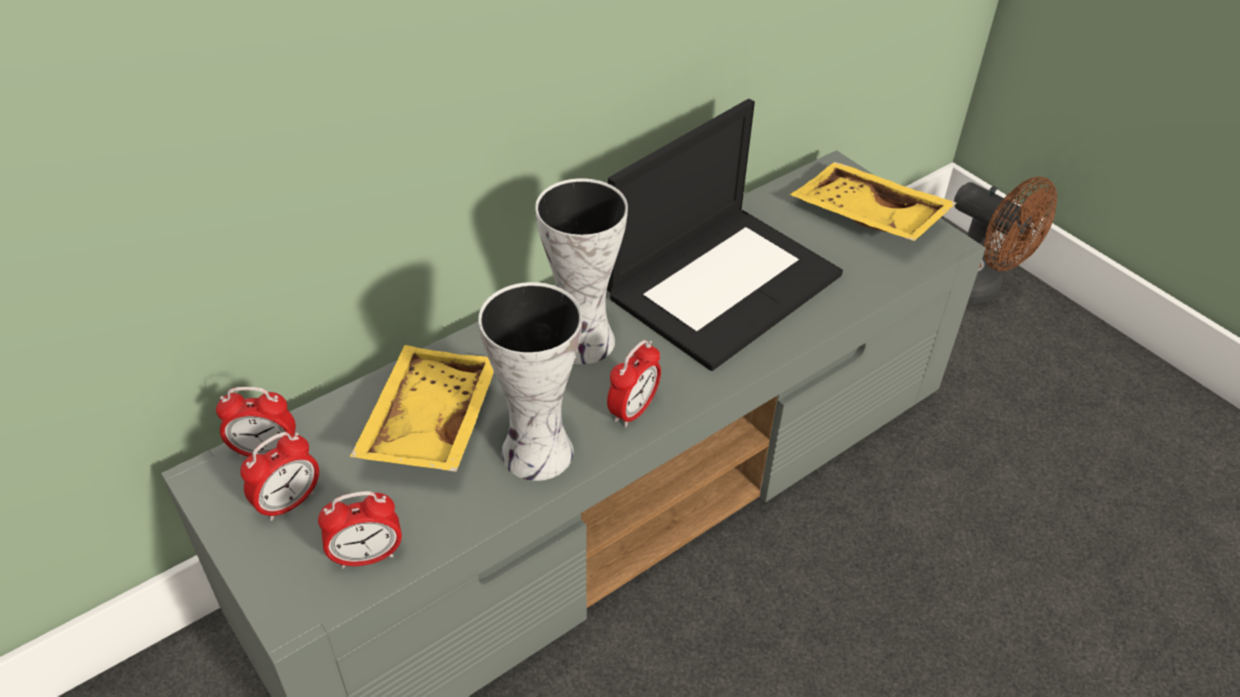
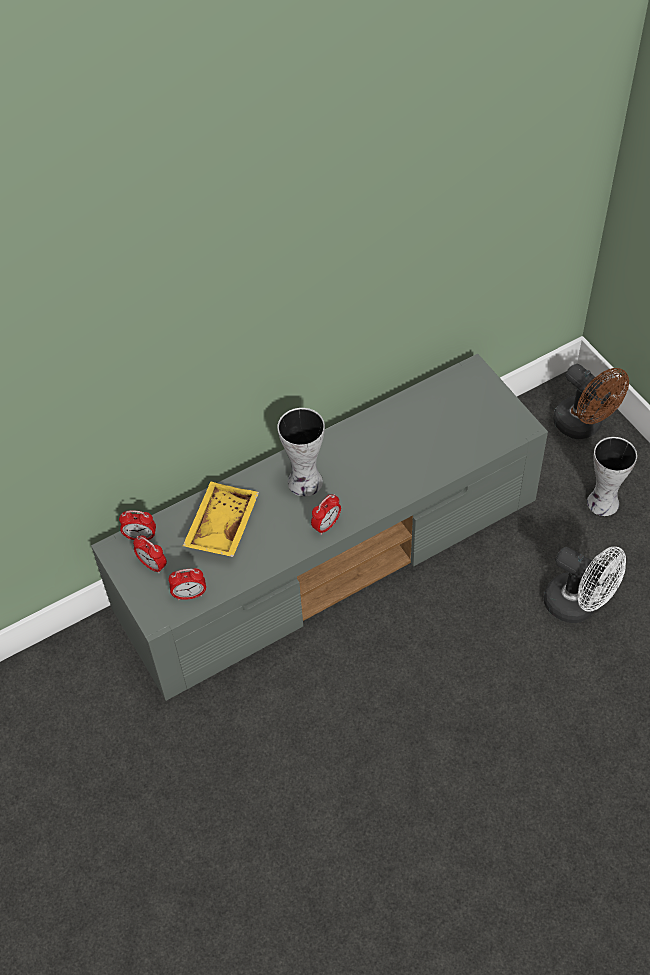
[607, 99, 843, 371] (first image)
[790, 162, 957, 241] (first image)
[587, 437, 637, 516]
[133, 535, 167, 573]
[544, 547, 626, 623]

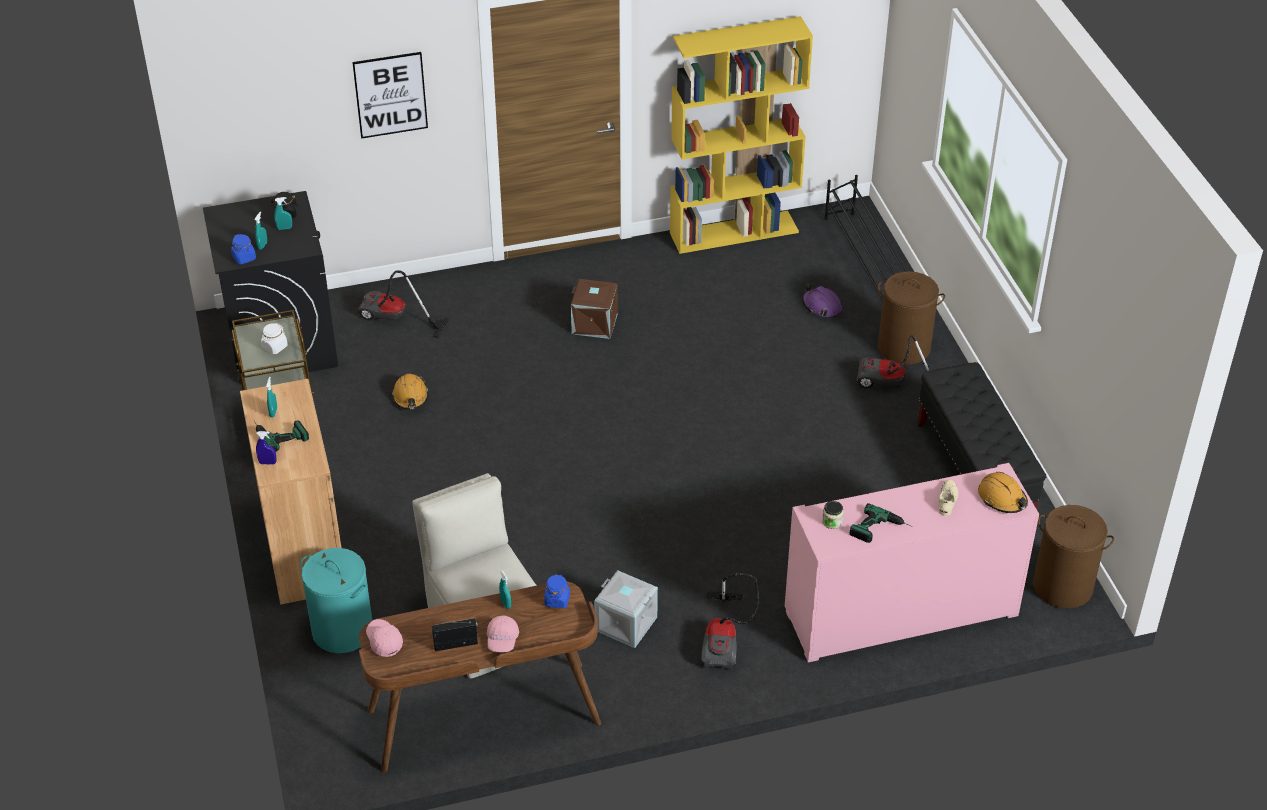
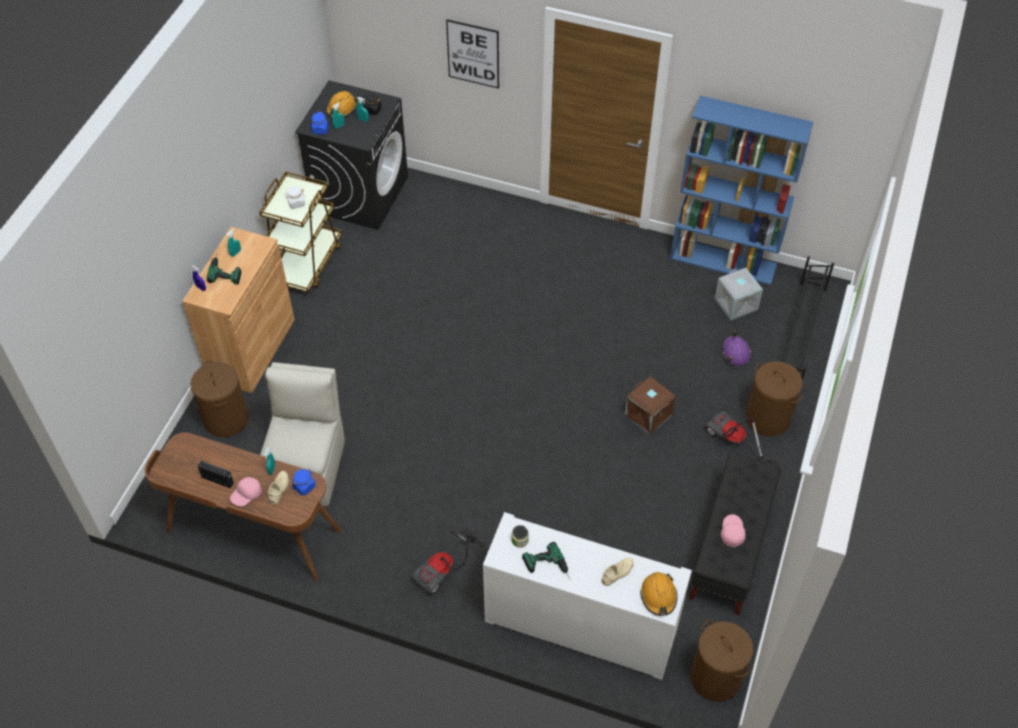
[670, 96, 813, 285]
[358, 270, 449, 338] (first image)
[625, 376, 676, 435]
[326, 91, 357, 117]
[483, 512, 692, 680]
[190, 360, 249, 437]
[715, 268, 763, 320]
[721, 514, 746, 547]
[268, 471, 289, 505]

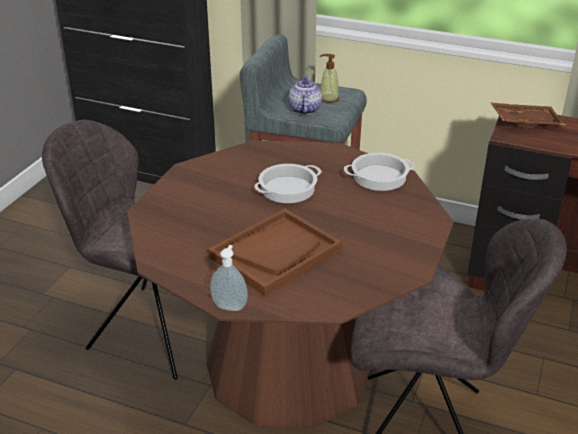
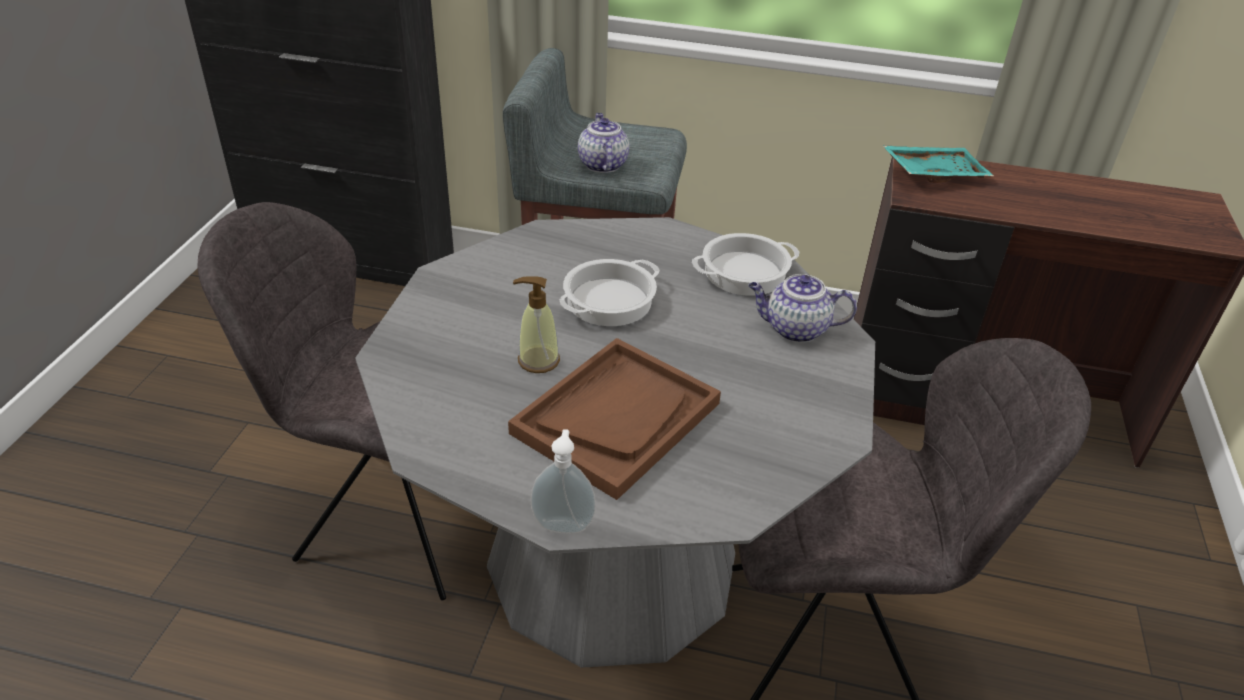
[513, 276, 560, 373]
[883, 145, 994, 183]
[355, 217, 875, 668]
[748, 274, 857, 343]

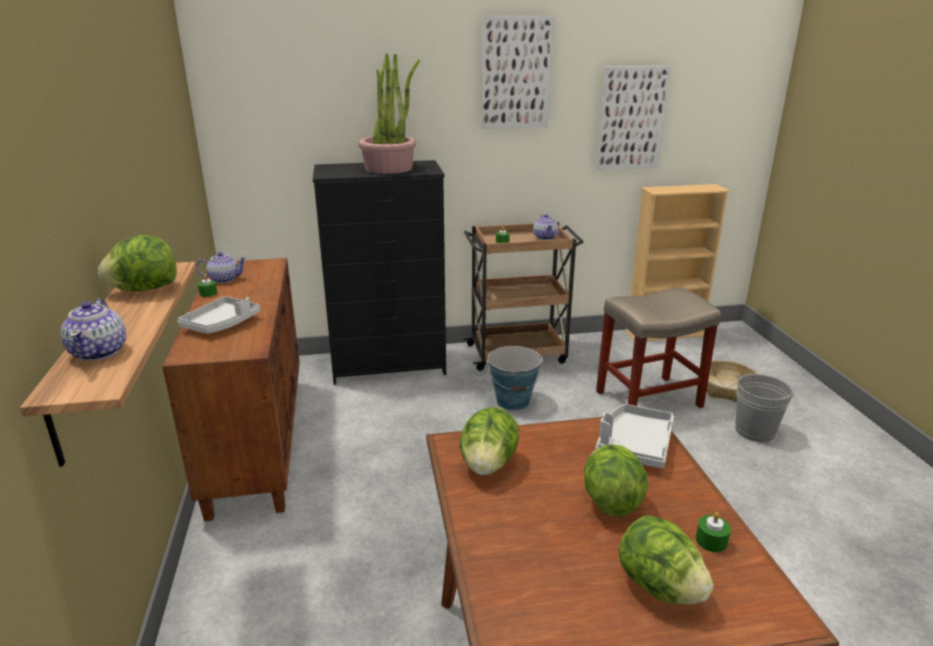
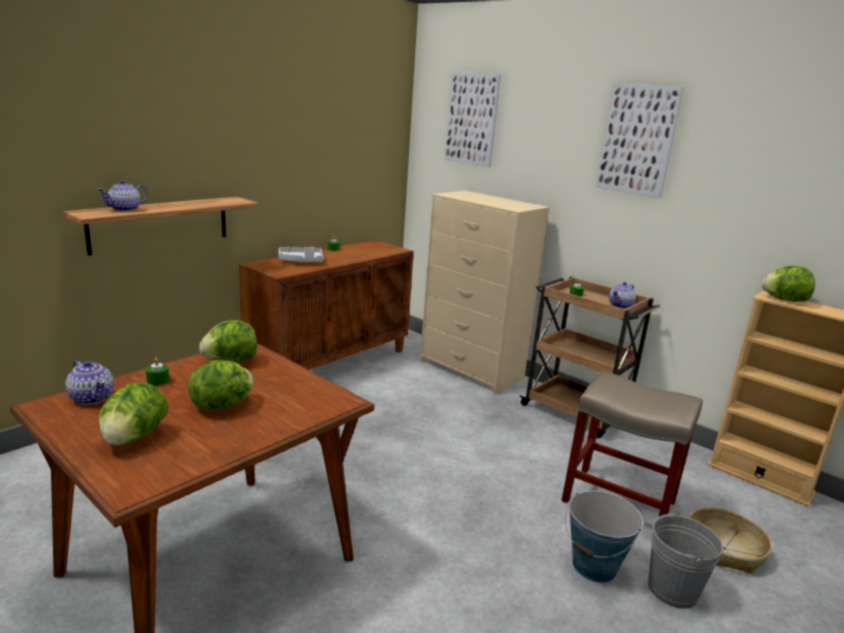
[358, 53, 420, 174] (first image)
[445, 72, 501, 167]
[420, 191, 550, 394]
[762, 266, 815, 302]
[66, 360, 114, 405]
[565, 491, 643, 583]
[595, 404, 674, 468] (first image)
[146, 358, 170, 386]

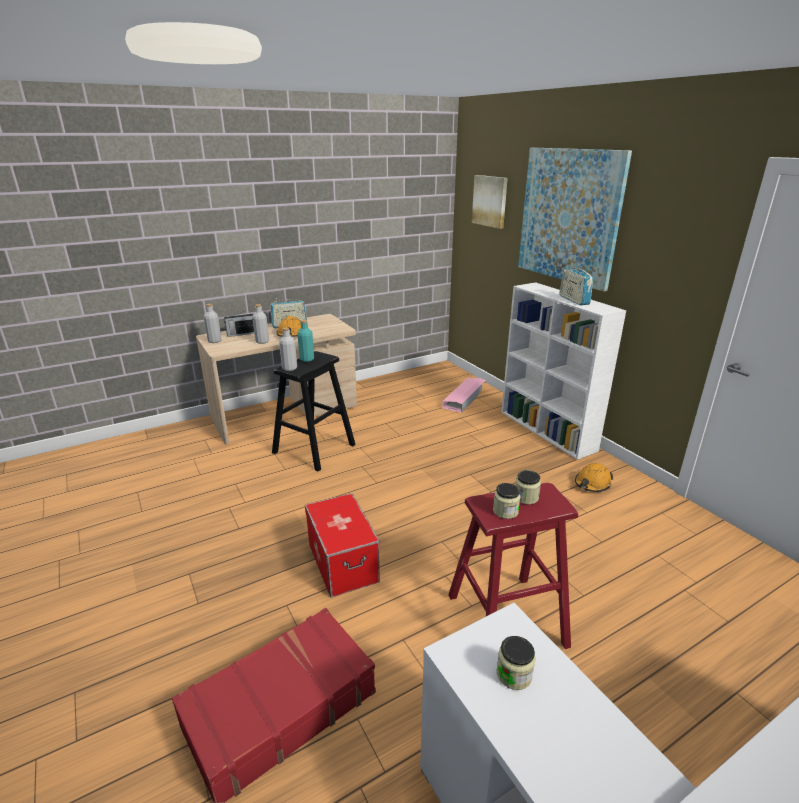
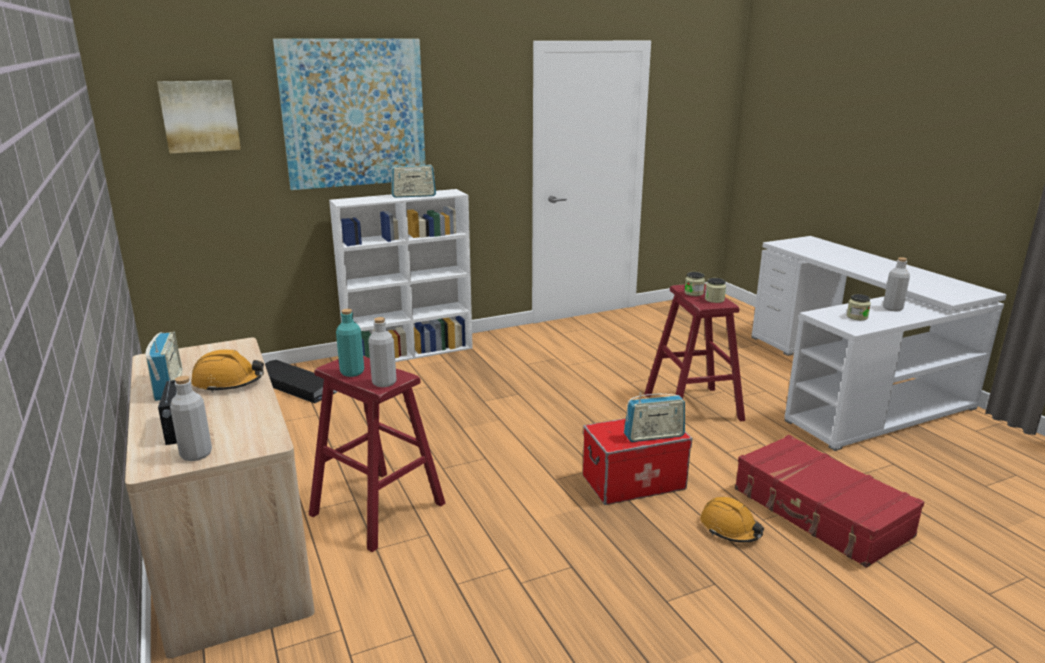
[883, 257, 910, 312]
[309, 356, 445, 552]
[265, 360, 338, 403]
[700, 497, 764, 543]
[624, 393, 685, 442]

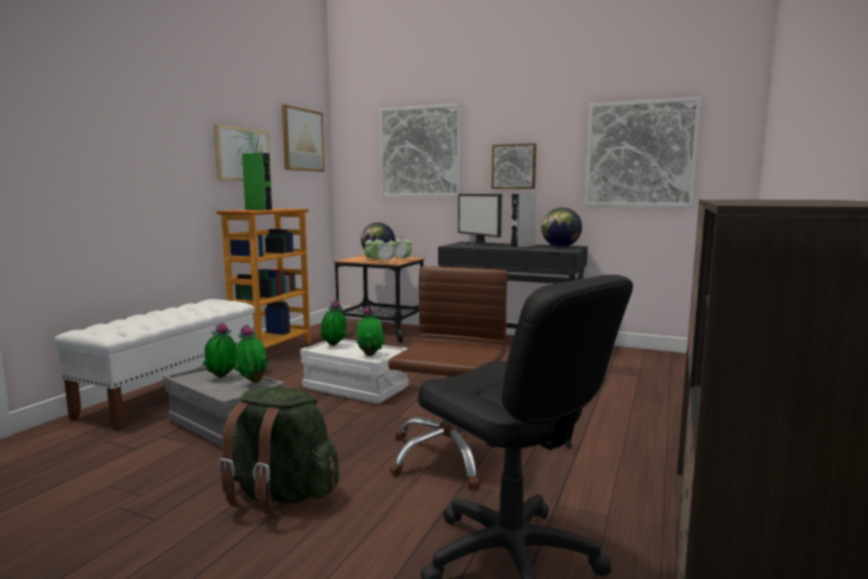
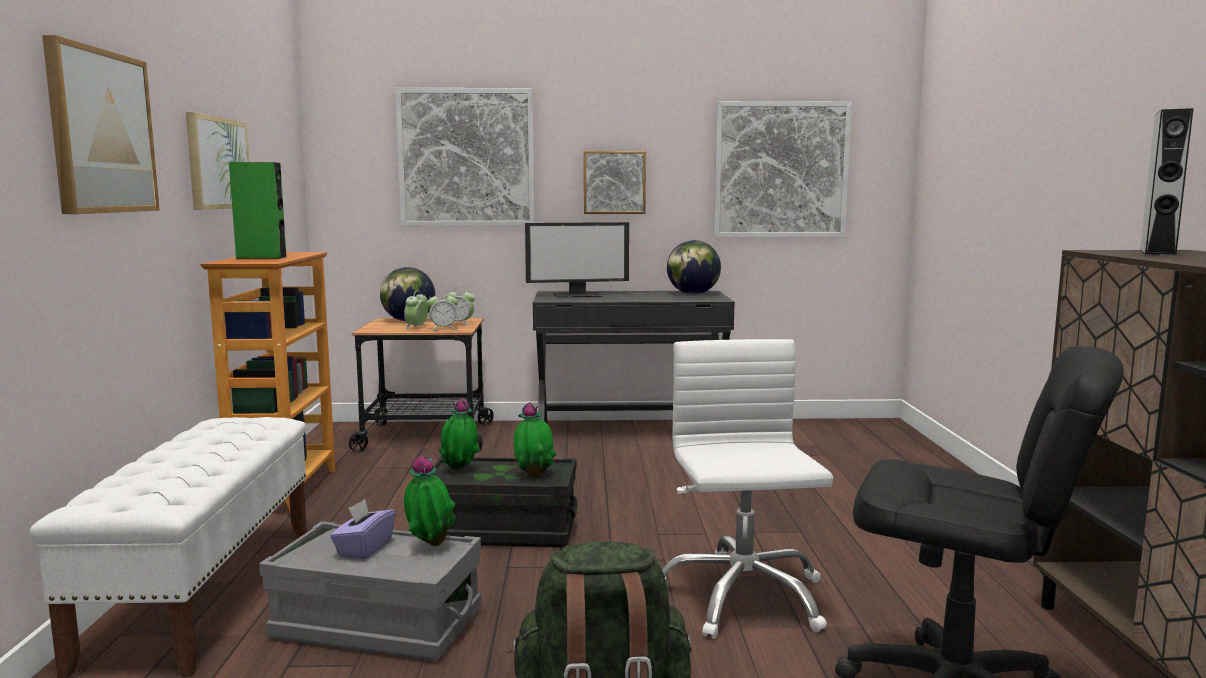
[42, 35, 160, 214]
[525, 222, 629, 298]
[1139, 108, 1194, 255]
[662, 339, 833, 639]
[330, 499, 395, 560]
[433, 456, 577, 547]

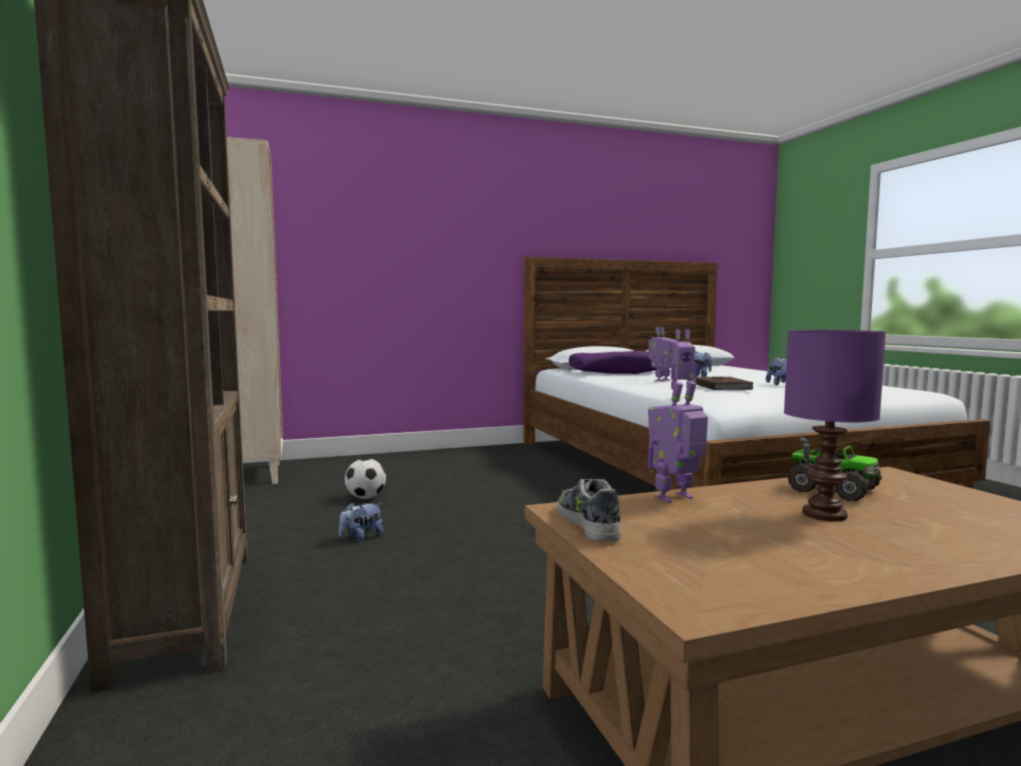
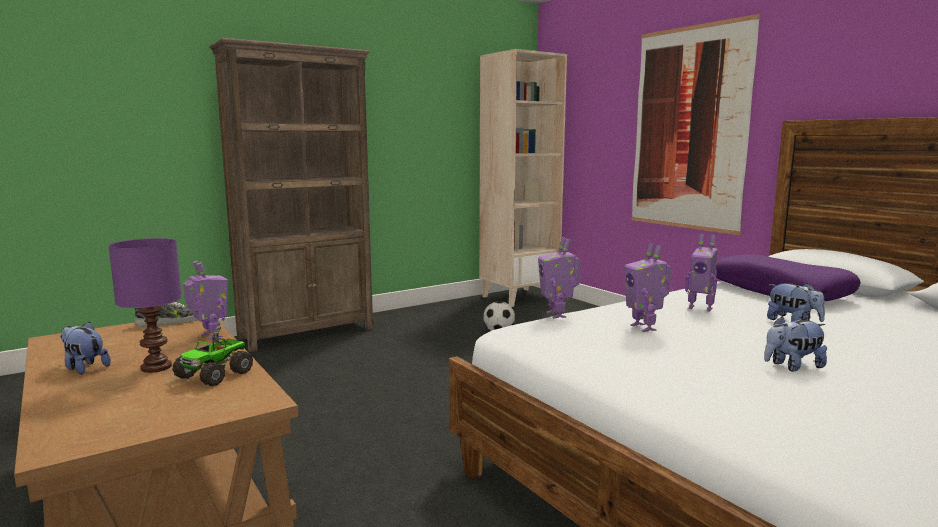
[624, 243, 671, 332]
[60, 322, 111, 374]
[632, 14, 760, 235]

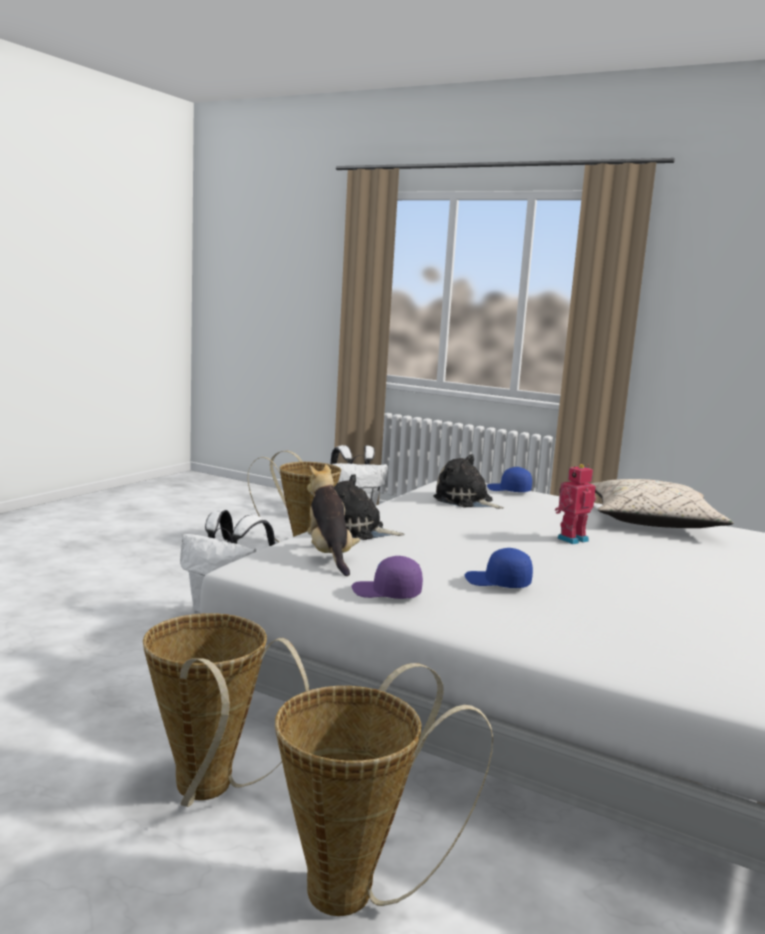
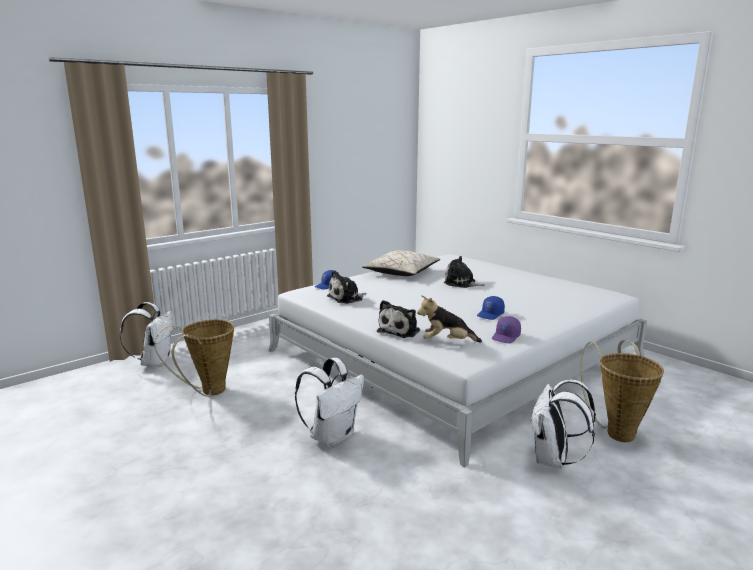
[555, 464, 596, 544] (first image)
[530, 380, 596, 468]
[444, 256, 485, 288]

